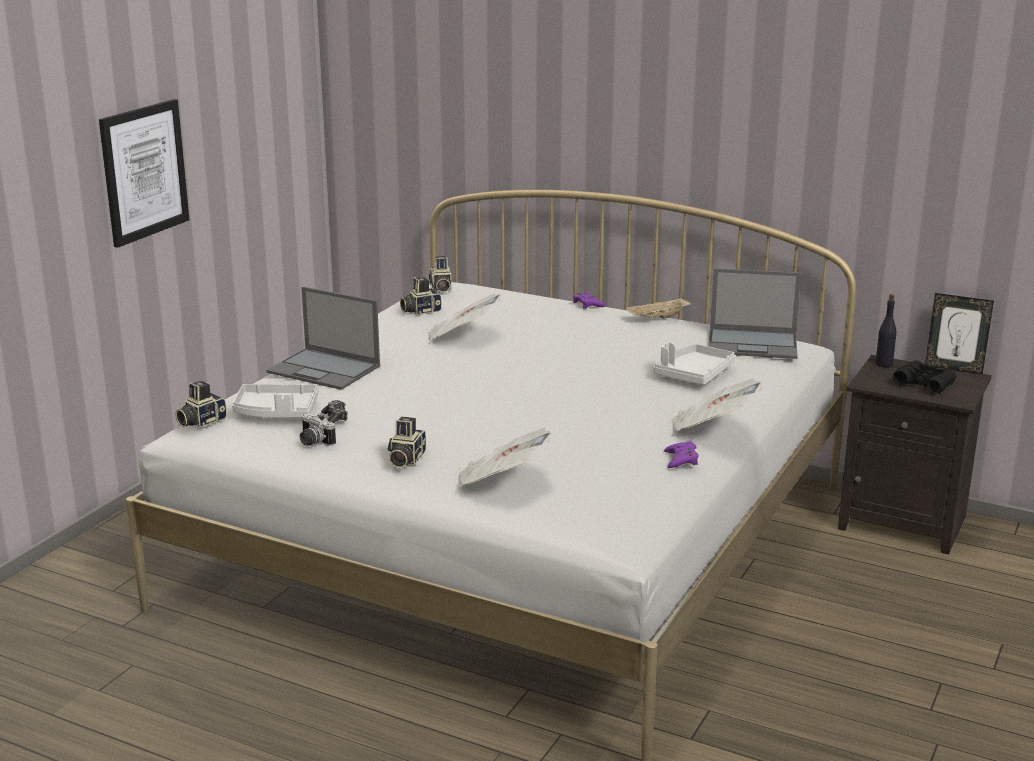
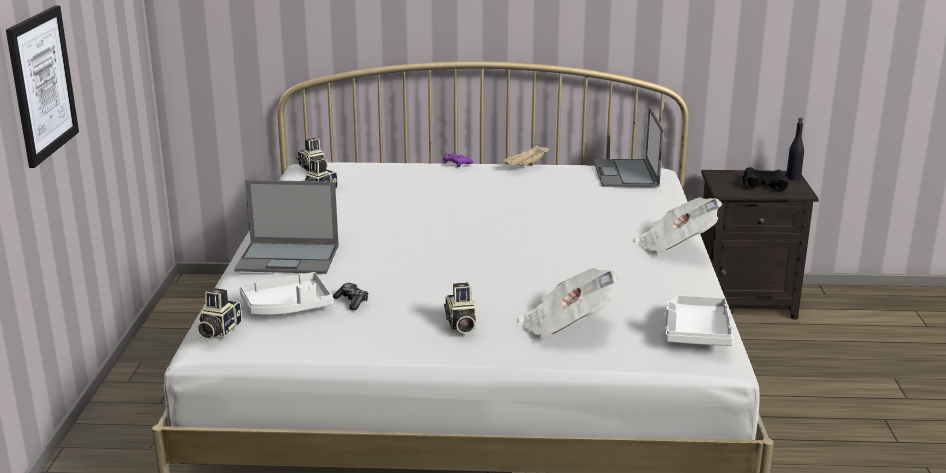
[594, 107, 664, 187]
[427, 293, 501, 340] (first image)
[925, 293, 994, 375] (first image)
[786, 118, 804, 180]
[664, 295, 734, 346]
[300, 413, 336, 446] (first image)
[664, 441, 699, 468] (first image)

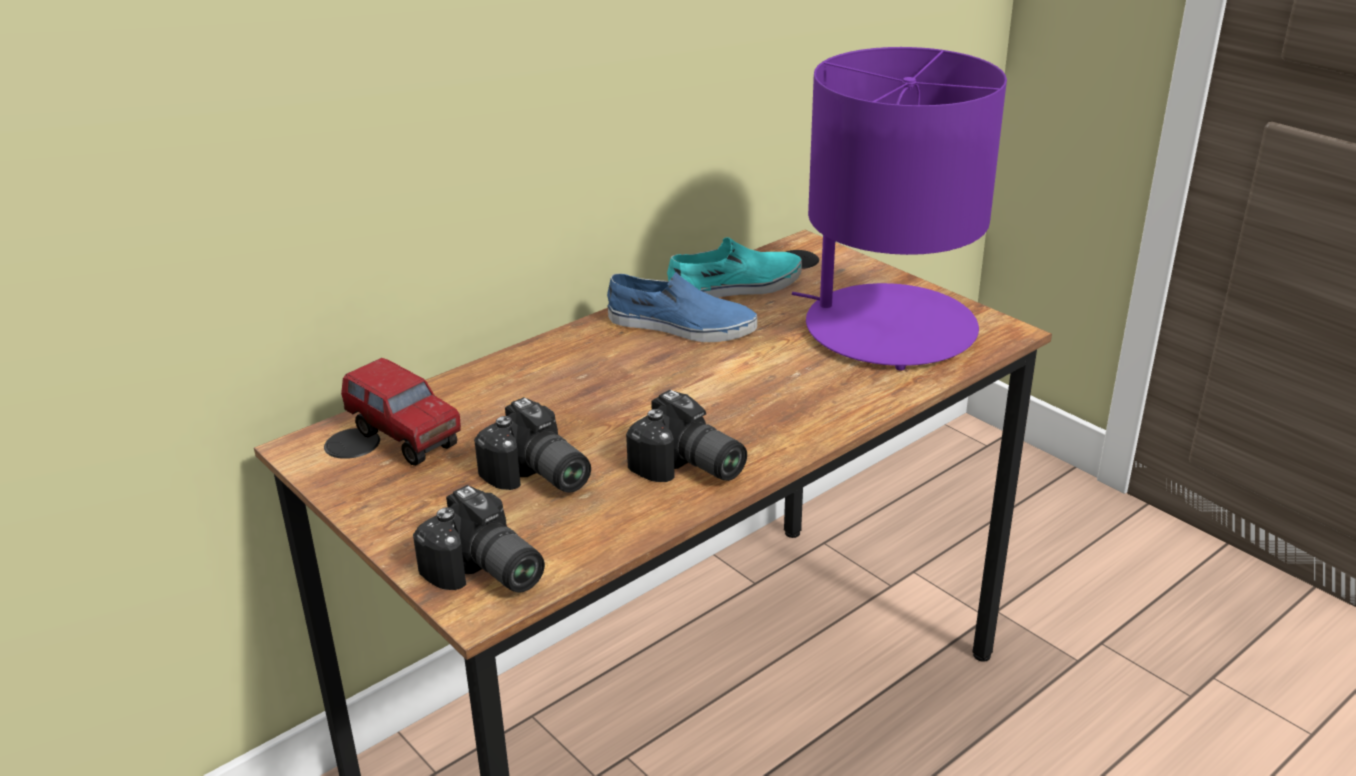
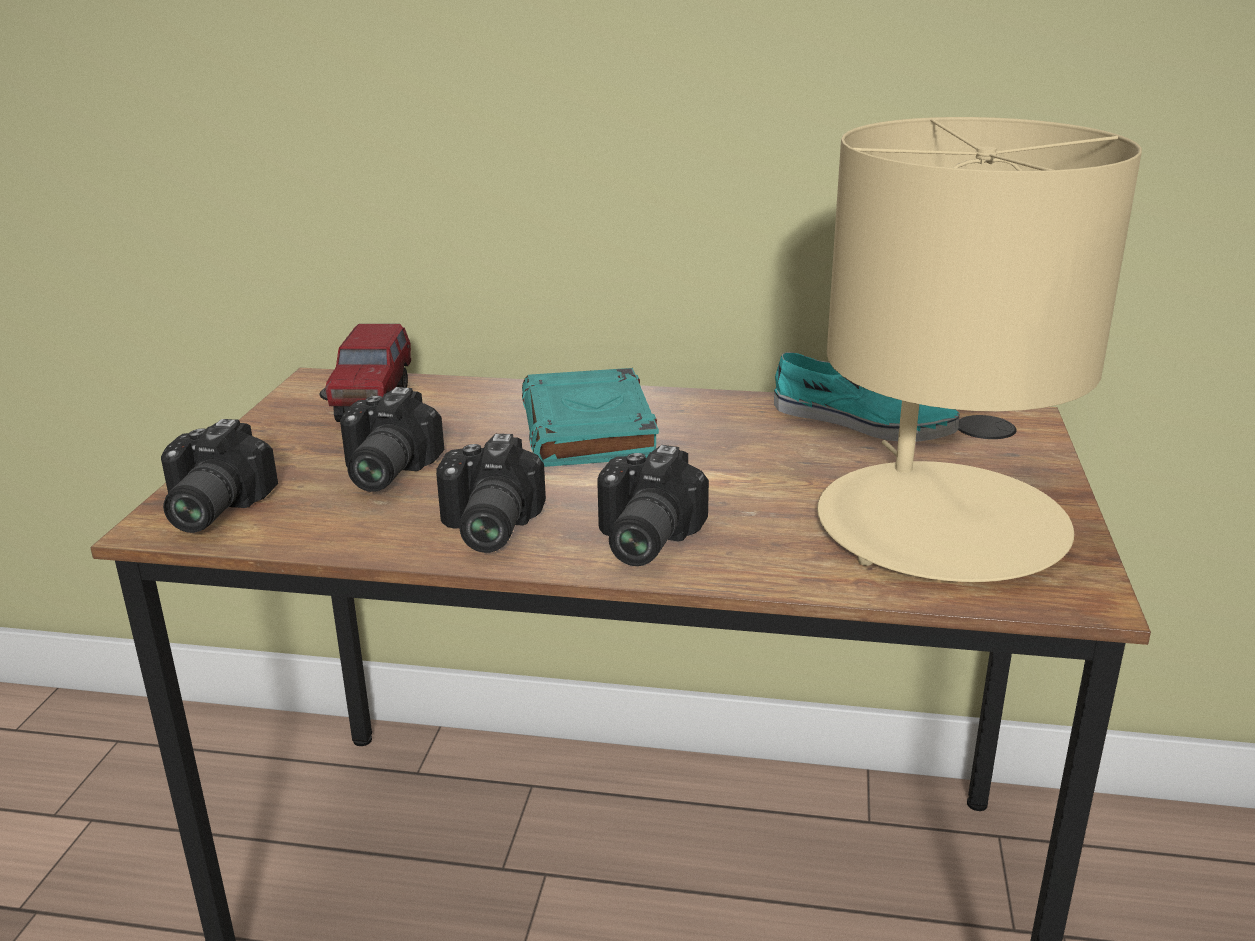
[817, 117, 1142, 582]
[607, 272, 757, 342] (first image)
[522, 368, 659, 467]
[597, 445, 709, 566]

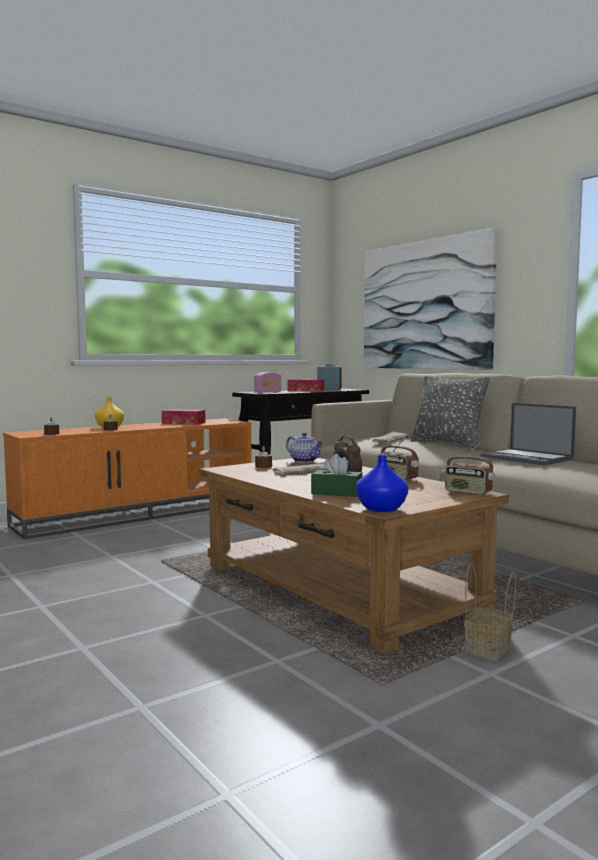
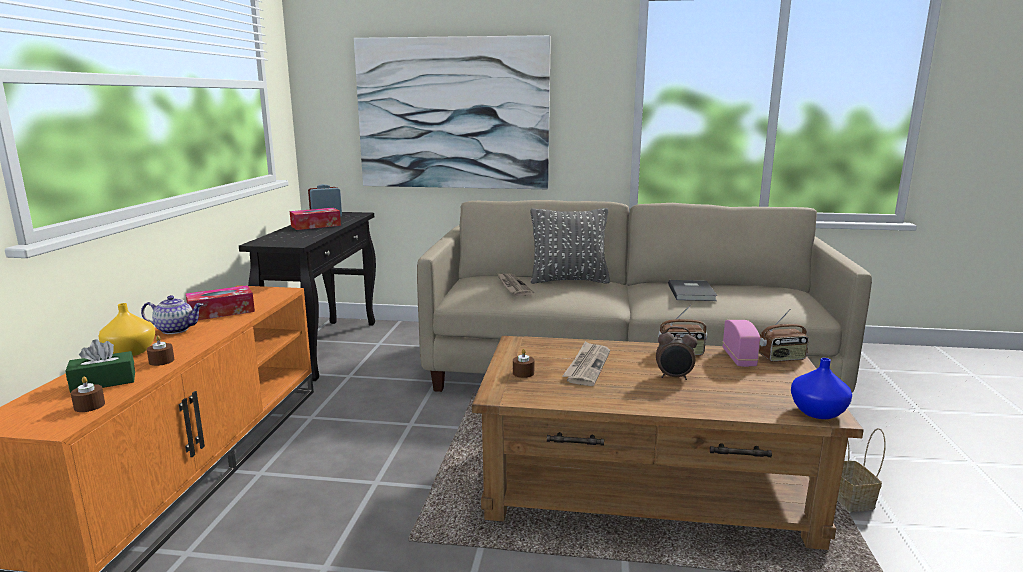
[723, 320, 760, 367]
[668, 280, 718, 301]
[141, 295, 203, 334]
[66, 339, 135, 393]

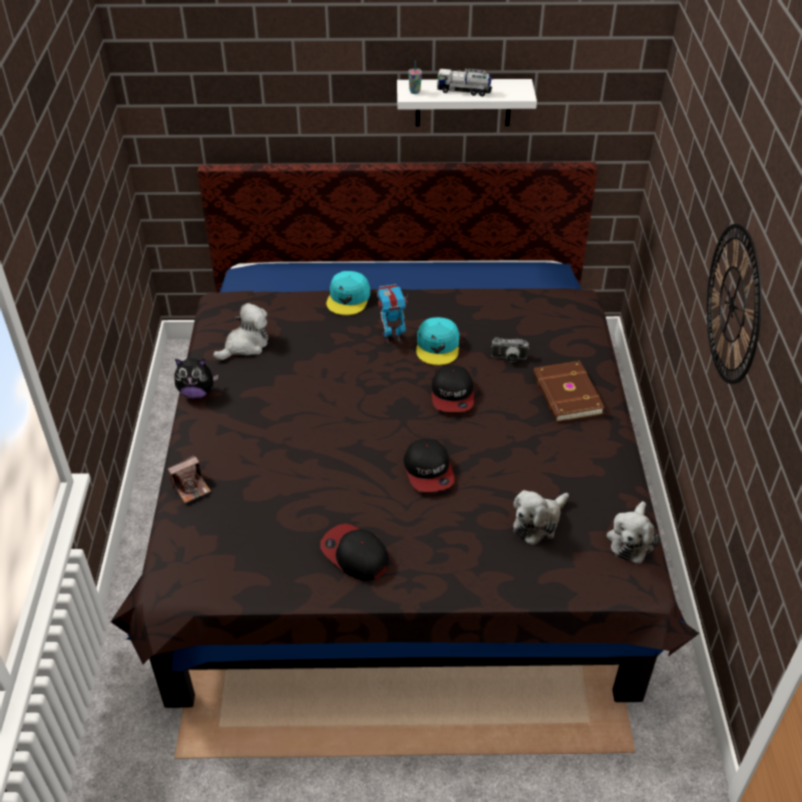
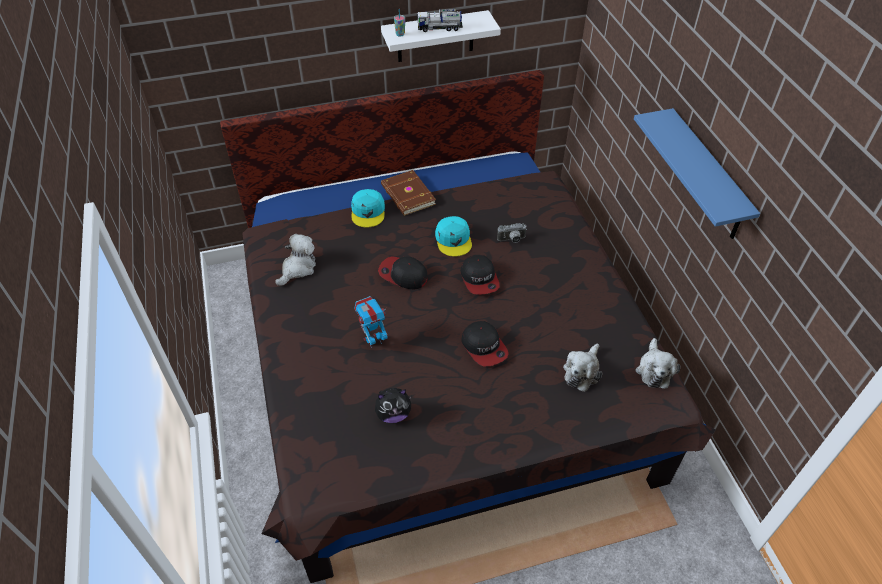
[634, 108, 760, 239]
[354, 296, 388, 348]
[375, 388, 411, 423]
[381, 170, 436, 216]
[167, 455, 211, 503] (first image)
[378, 256, 428, 289]

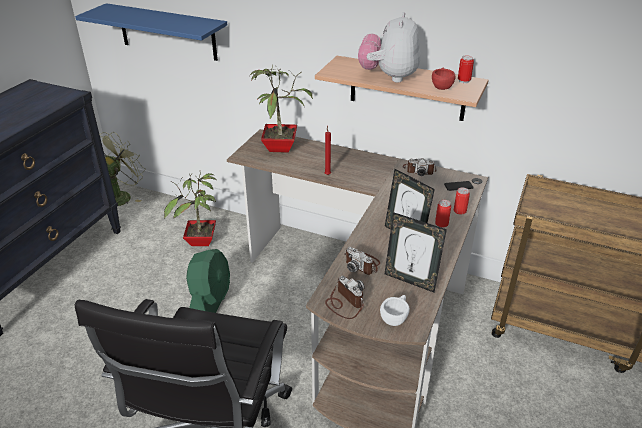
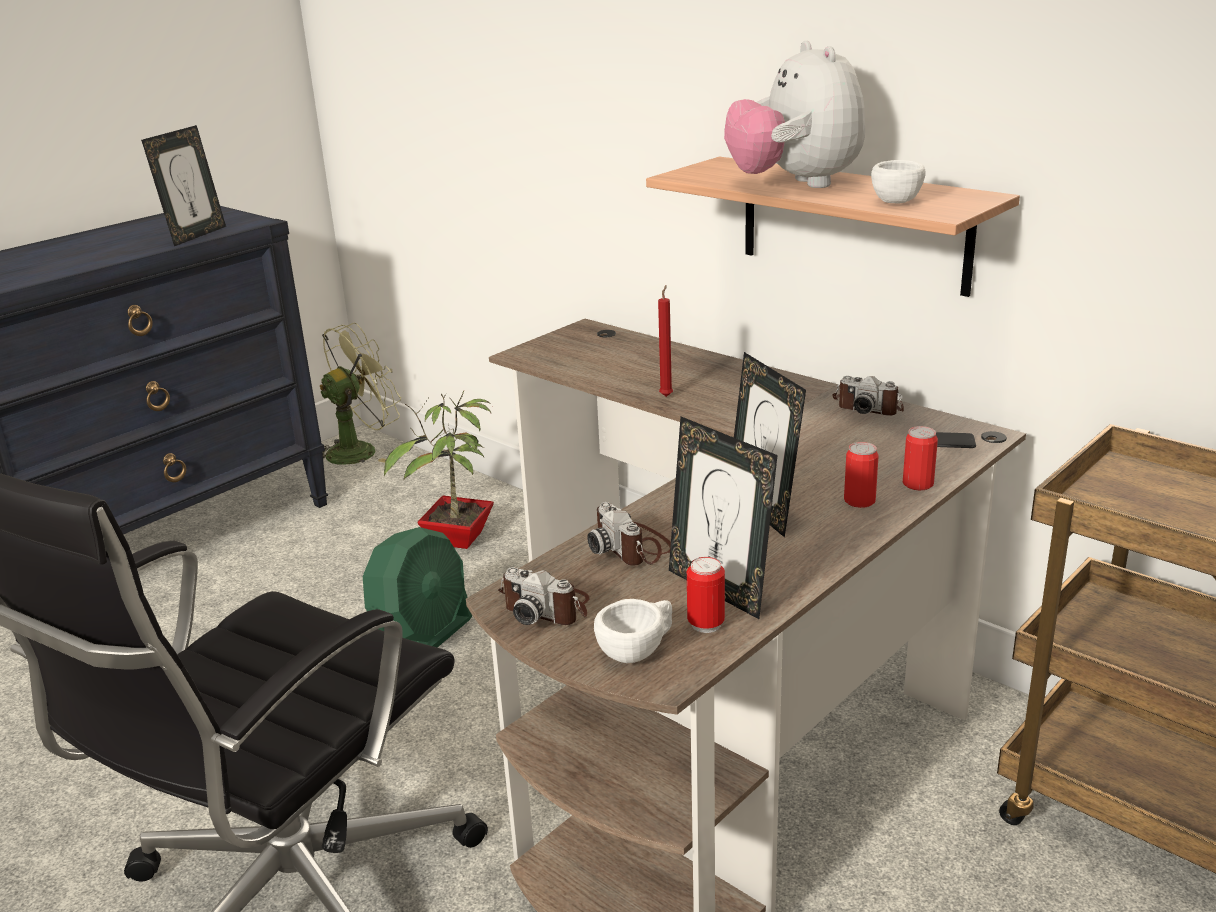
[75, 3, 227, 61] (first image)
[724, 41, 865, 188]
[687, 557, 725, 633]
[250, 68, 313, 153] (first image)
[871, 160, 926, 203]
[498, 567, 590, 625]
[141, 125, 226, 246]

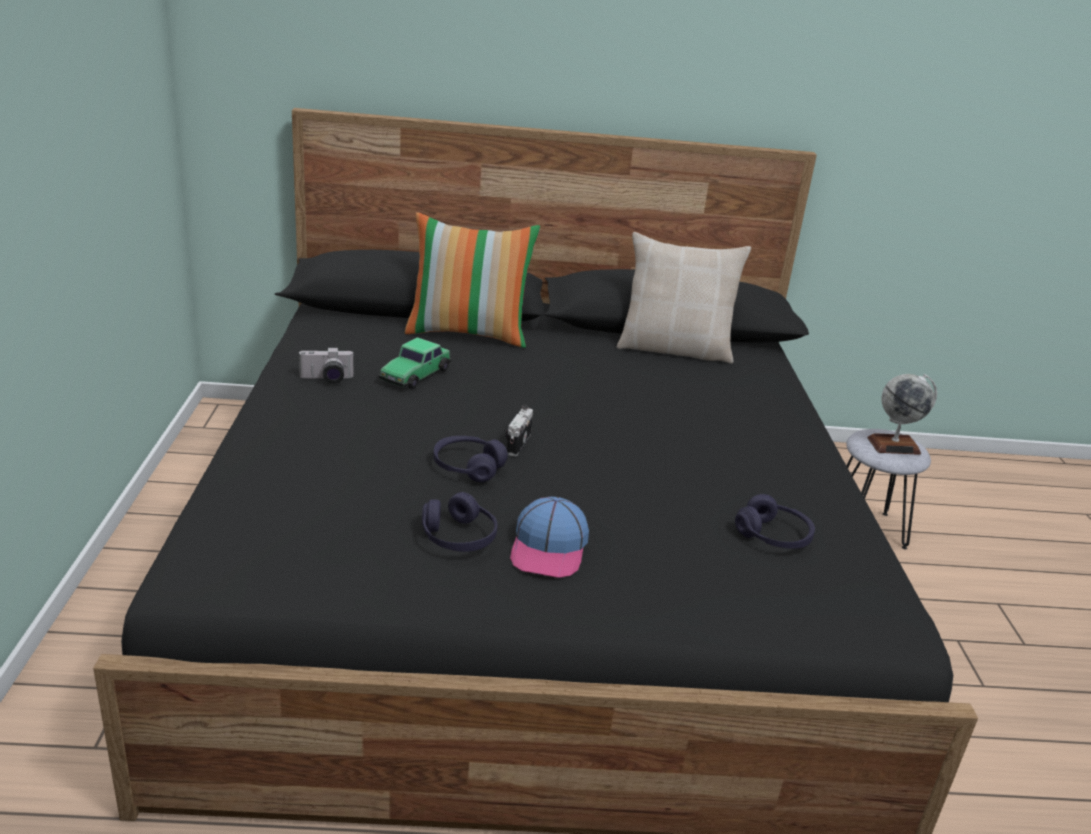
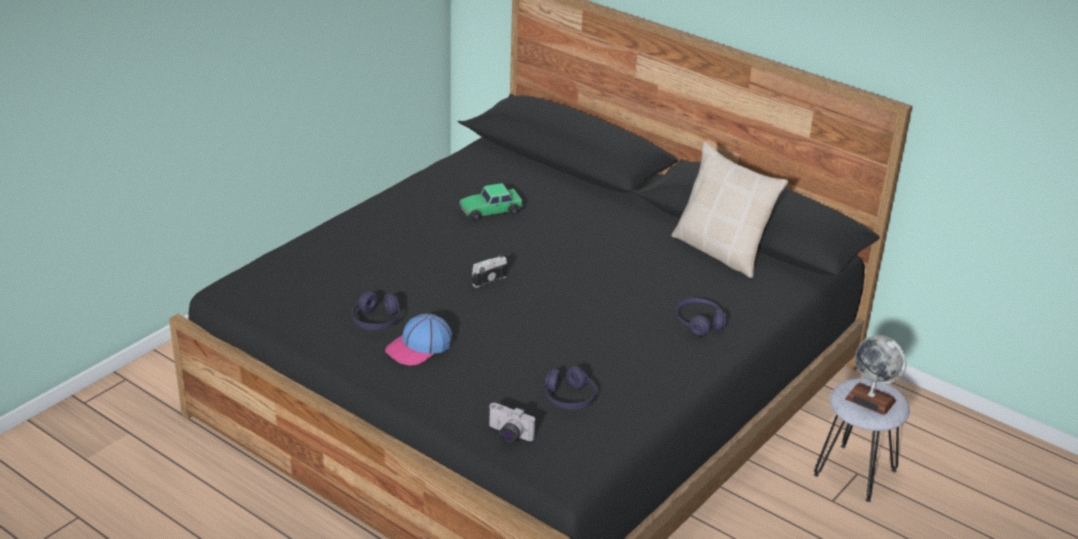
[405, 212, 540, 348] (first image)
[488, 403, 536, 444]
[676, 298, 727, 336]

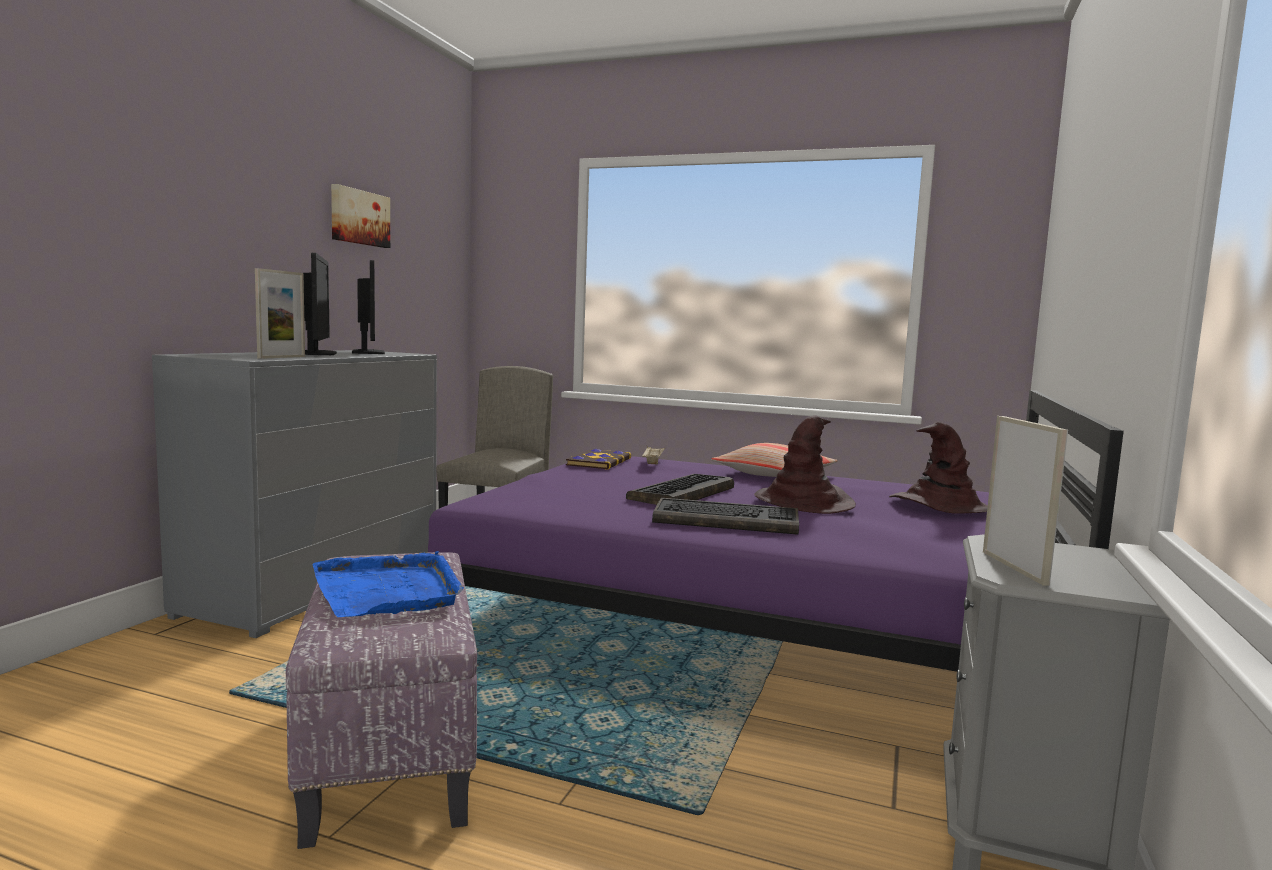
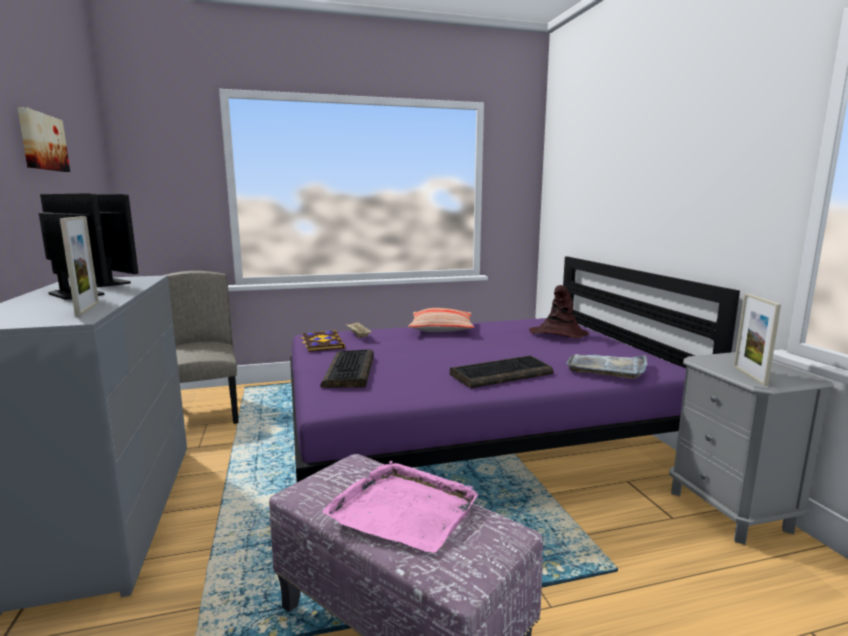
[754, 415, 856, 514] (first image)
[734, 293, 781, 386]
[320, 349, 374, 388]
[322, 461, 479, 553]
[566, 354, 647, 379]

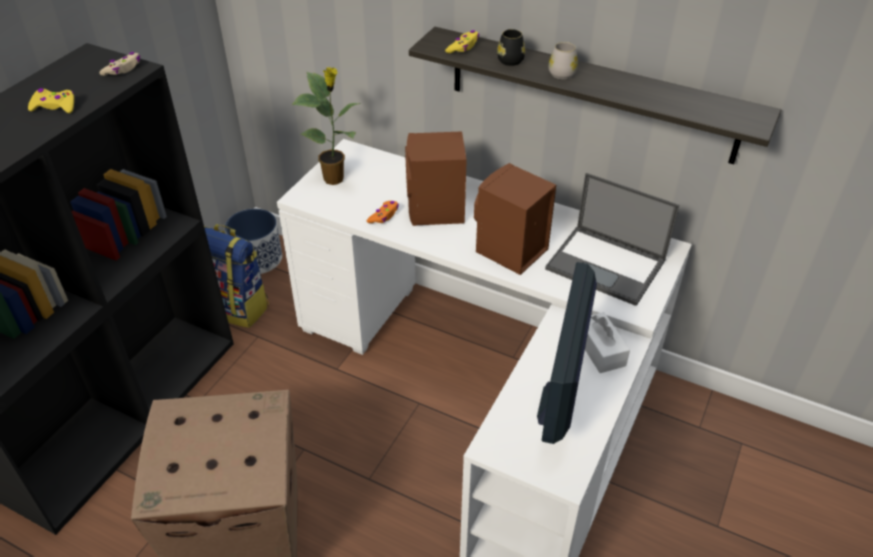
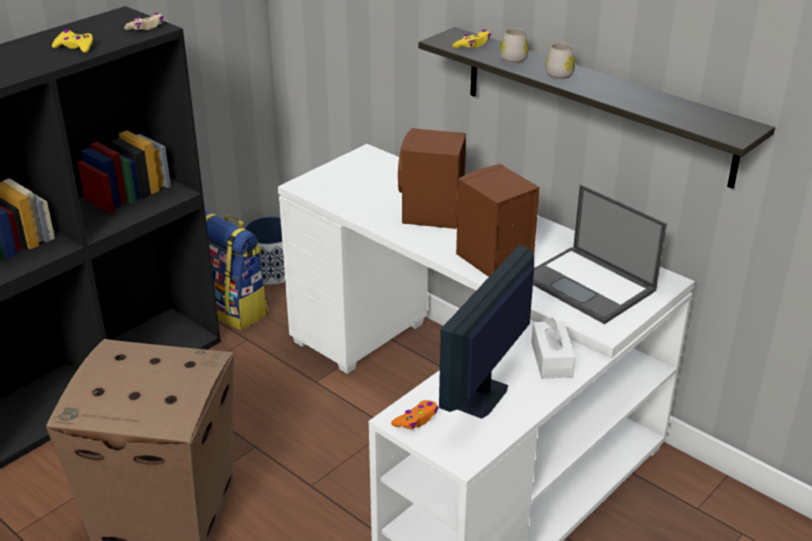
[500, 28, 529, 64]
[291, 67, 361, 185] (first image)
[391, 400, 438, 429]

